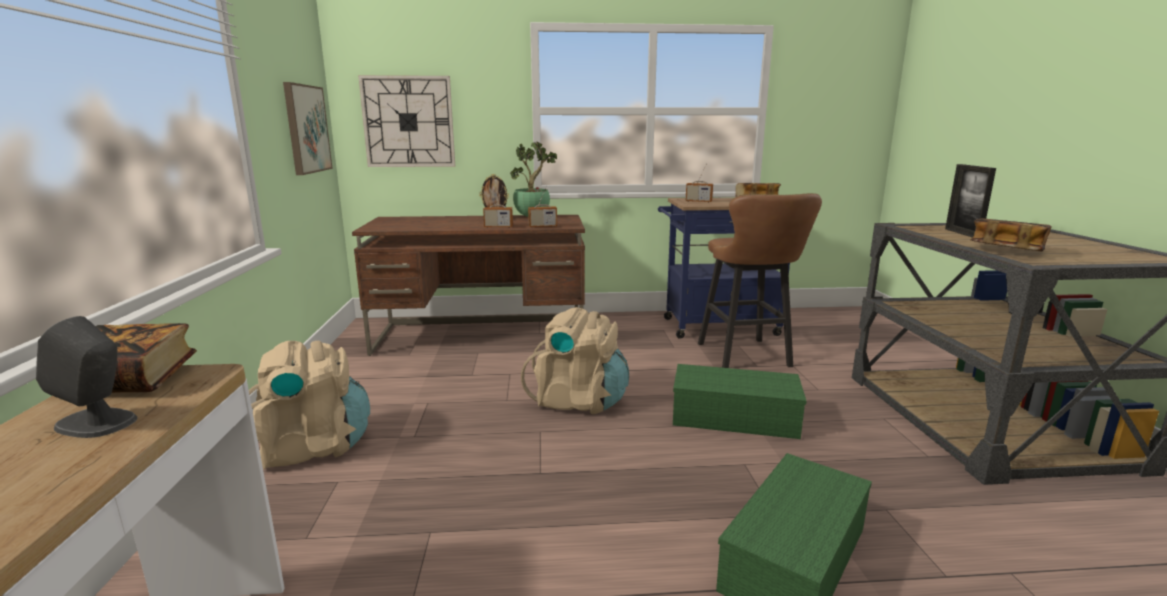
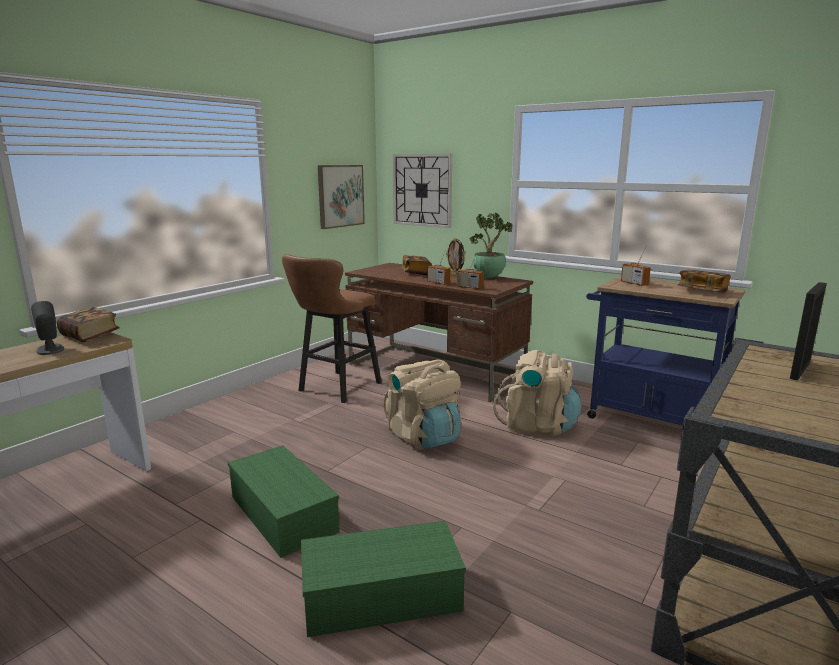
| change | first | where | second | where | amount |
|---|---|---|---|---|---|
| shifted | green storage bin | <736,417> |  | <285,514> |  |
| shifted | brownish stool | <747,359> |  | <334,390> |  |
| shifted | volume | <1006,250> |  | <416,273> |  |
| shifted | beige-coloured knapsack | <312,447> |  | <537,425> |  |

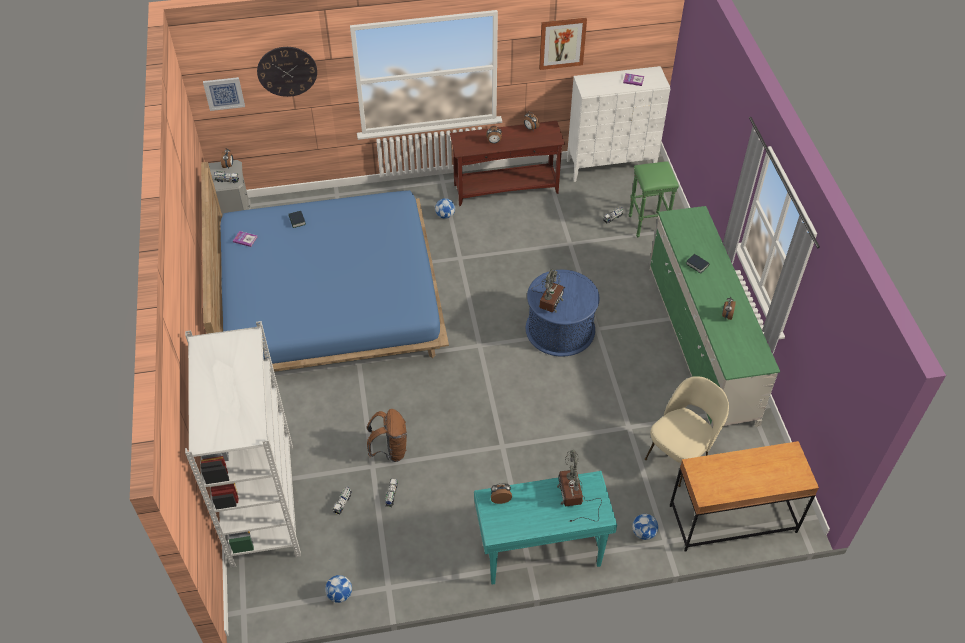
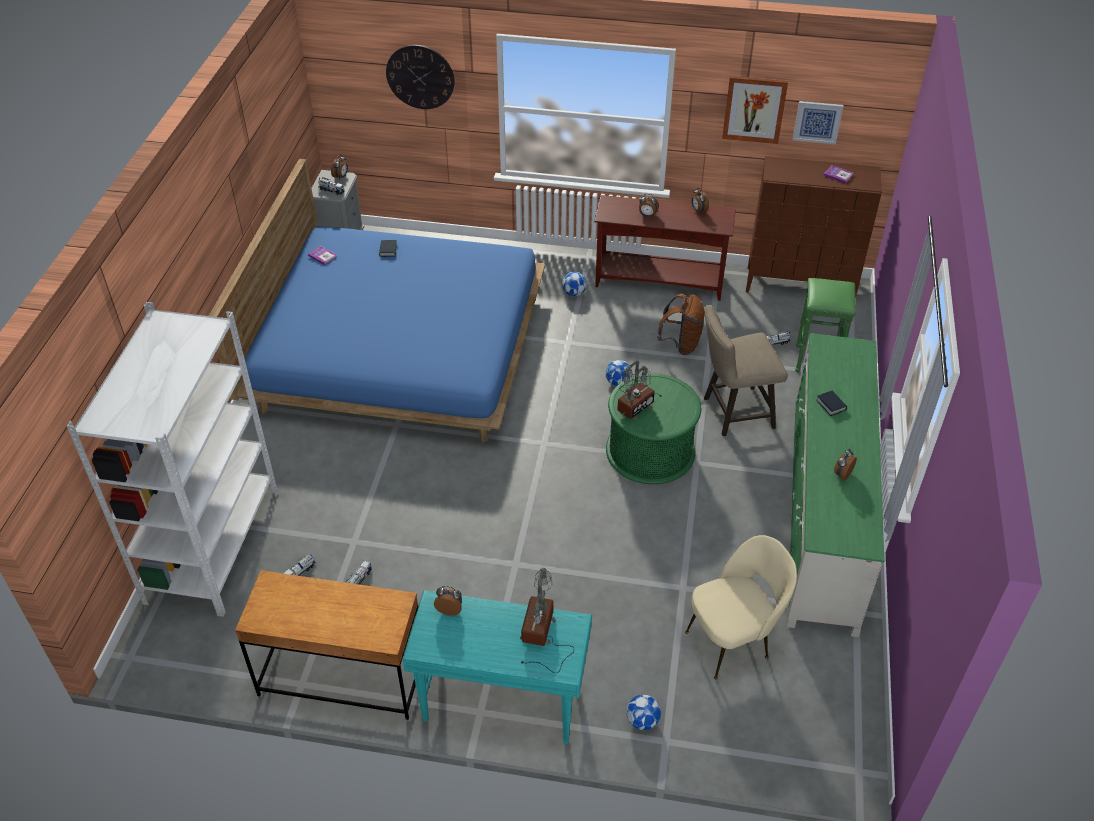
| change | first | where | second | where | amount |
|---|---|---|---|---|---|
| shifted | brownish desk table | <732,519> |  | <342,677> |  |
| shifted | football ball | <339,594> |  | <618,382> |  |
| repainted | bluish lounge table | <560,329> | green lounge table | <650,451> |  |
| shifted | brownish knapsack | <390,450> |  | <681,344> |  |
| new |  |  | beige-coloured stool | <733,413> |  |
| repainted | white dresser | <612,166> | brownish dresser | <800,286> |  |
| shifted | wall picture | <224,93> |  | <817,122> |  |

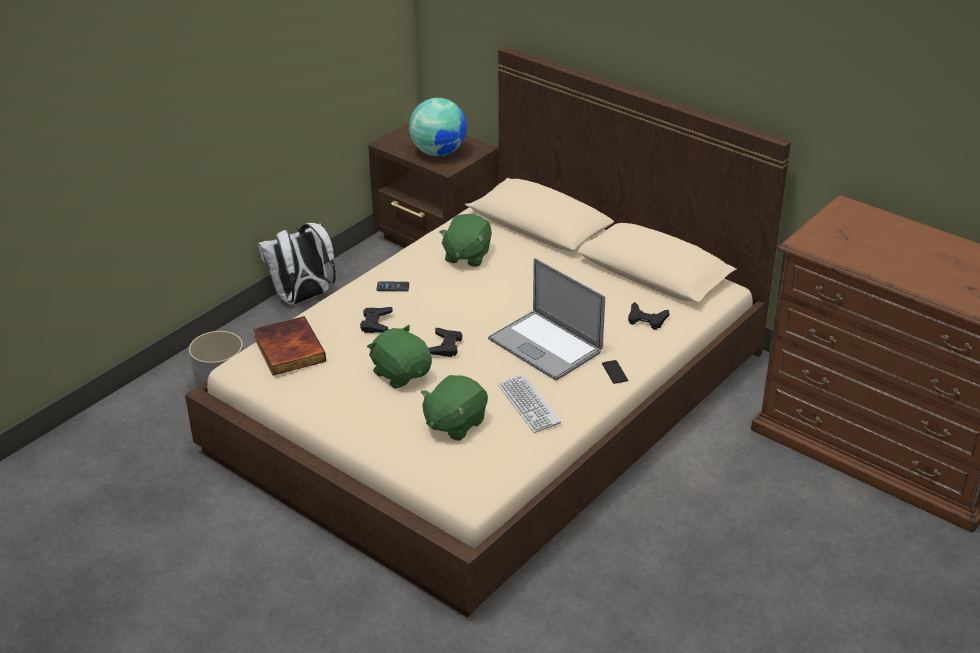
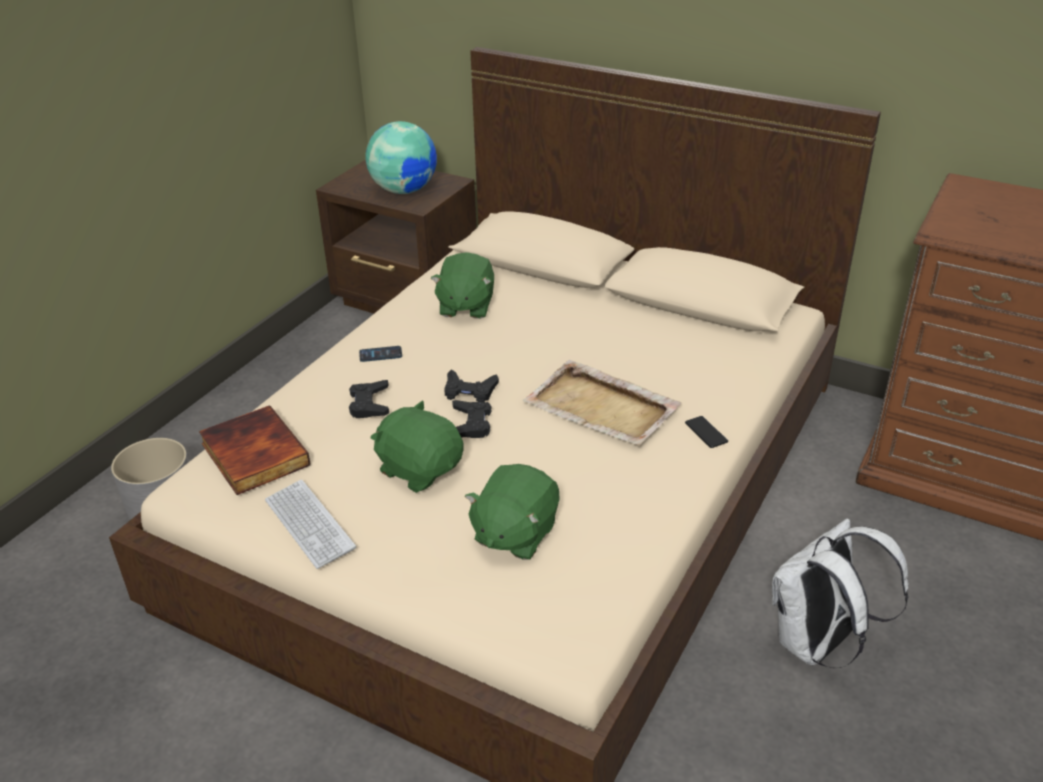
| change | first | where | second | where | amount |
|---|---|---|---|---|---|
| shifted | keyboard | <528,404> |  | <309,525> |  |
| shifted | black-coloured game controller | <646,319> |  | <469,391> |  |
| swapped | laptop | <545,345> | beige-coloured serving tray | <602,407> |  |
| shifted | white knapsack | <302,298> |  | <817,644> |  |

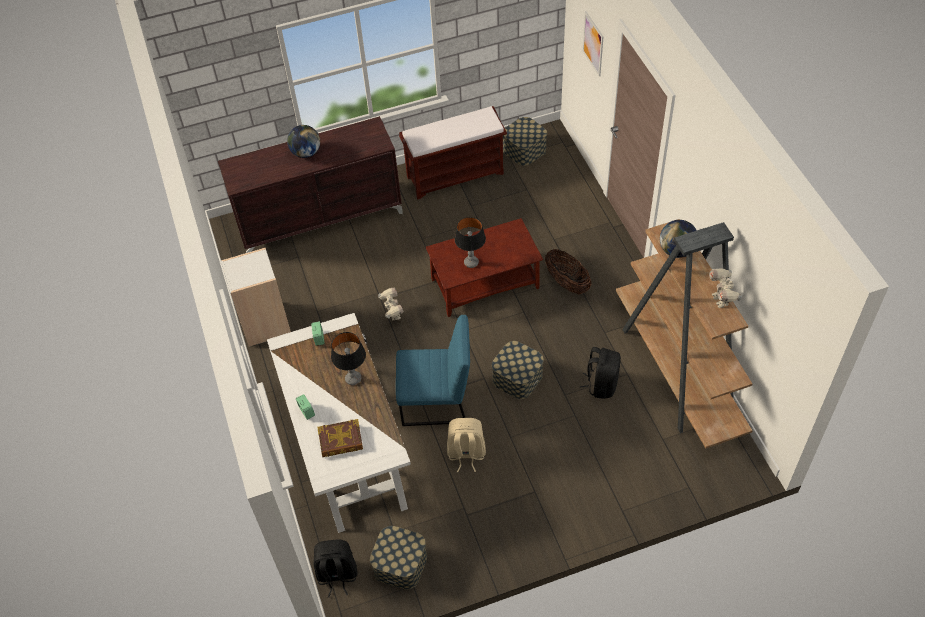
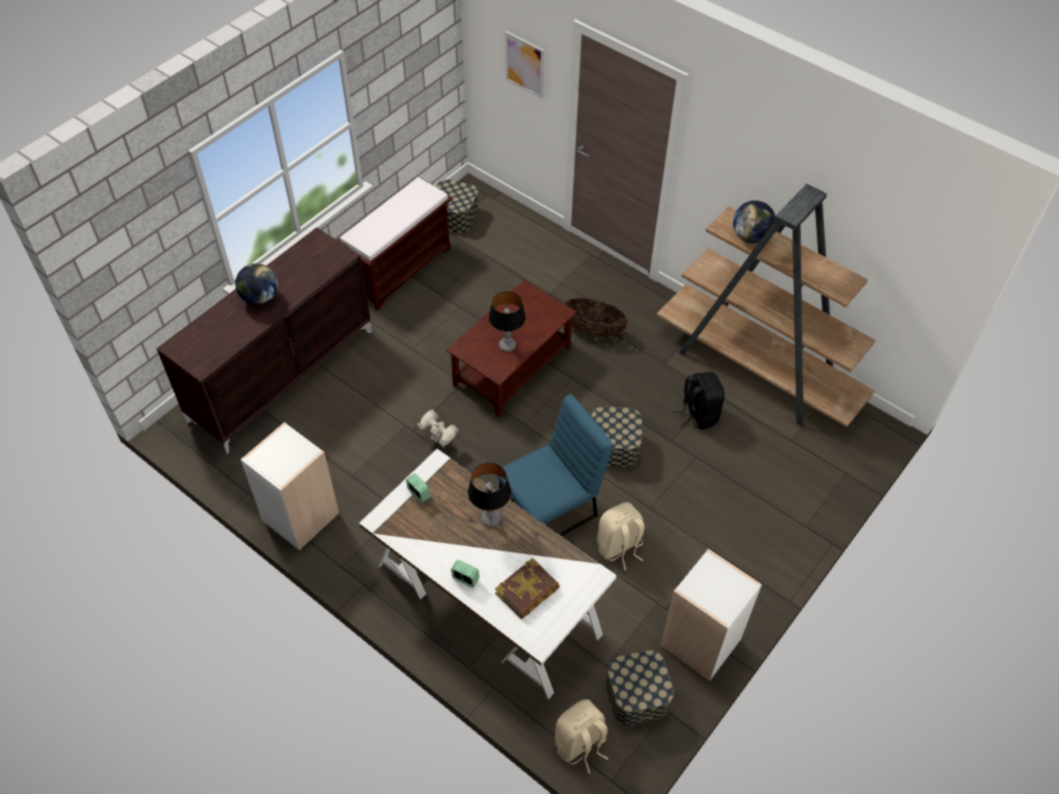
| change | first | where | second | where | amount |
|---|---|---|---|---|---|
| repainted | black-coloured knapsack | <337,575> | beige-coloured knapsack | <580,744> |  |
| new |  |  | bookshelf | <700,642> |  |
| gone | model robot | <721,300> |  |  |  |

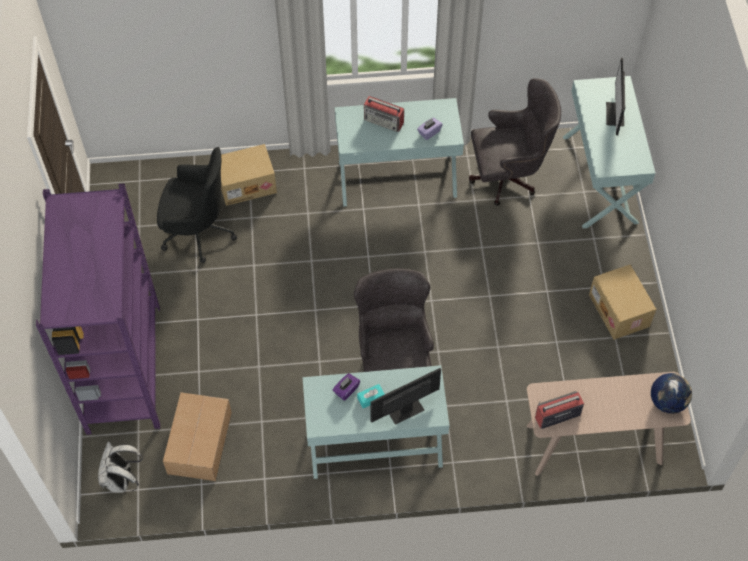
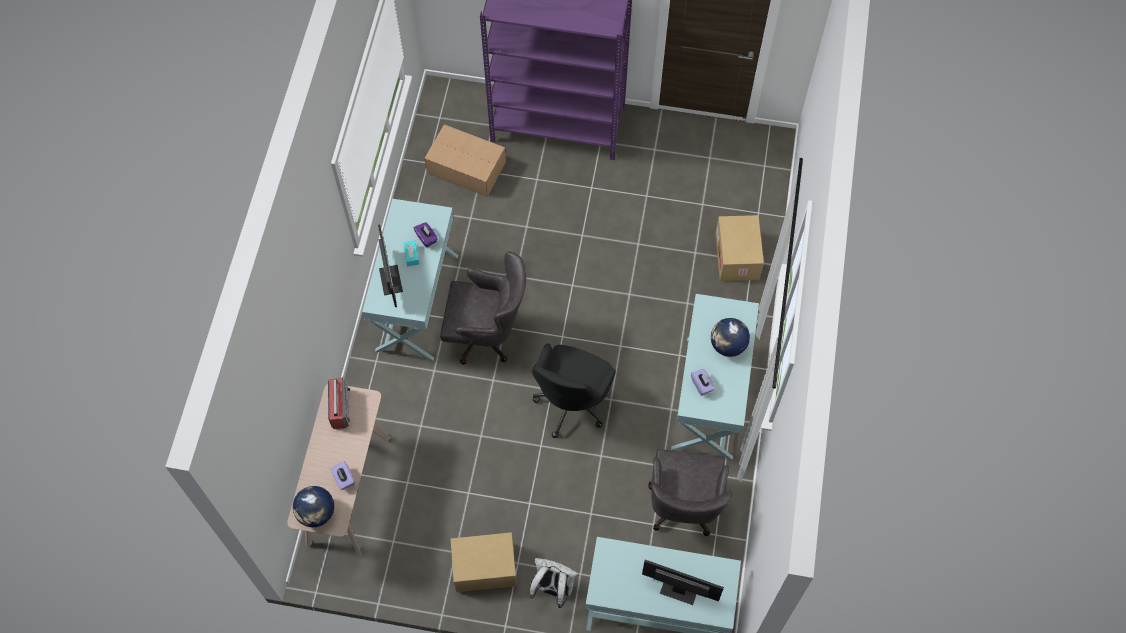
| change | first | where | second | where | amount |
|---|---|---|---|---|---|
| new |  |  | purple box of tissues | <344,479> |  |
| shifted | white knapsack | <122,480> |  | <553,588> |  |
| shifted | black-coloured office chair | <198,233> |  | <572,403> |  |
| swapped | radio | <384,121> | desk globe | <727,345> |  |

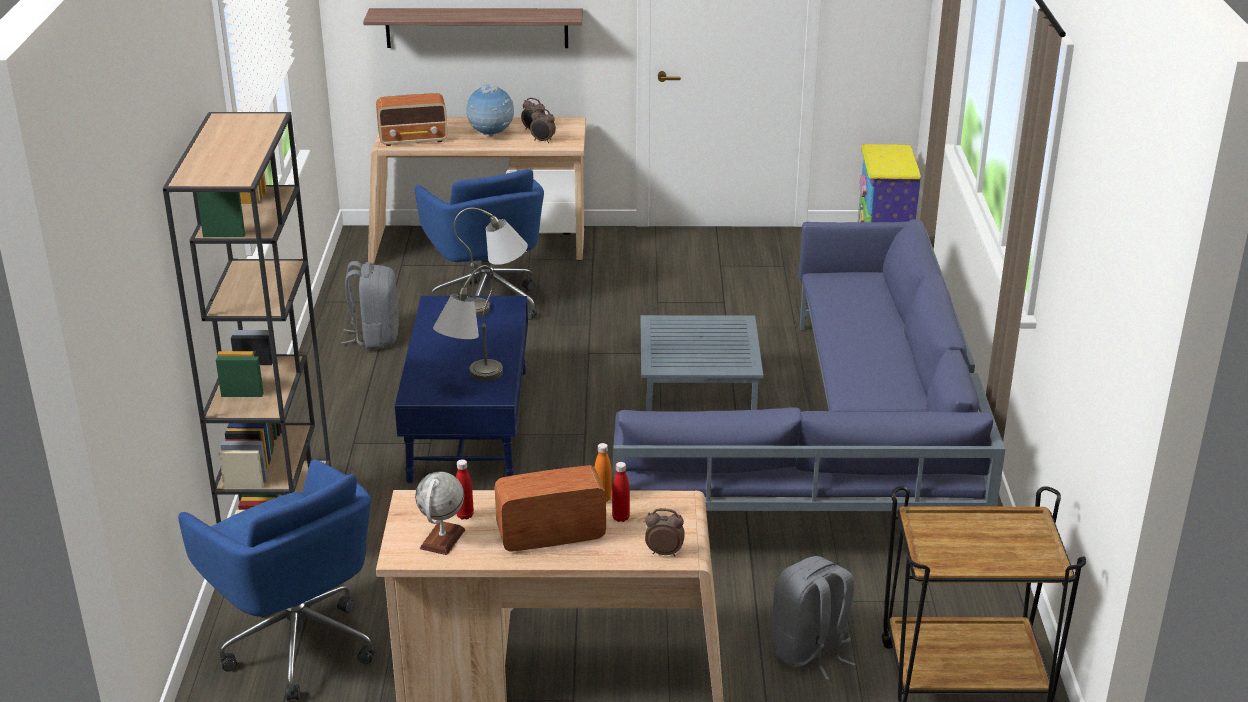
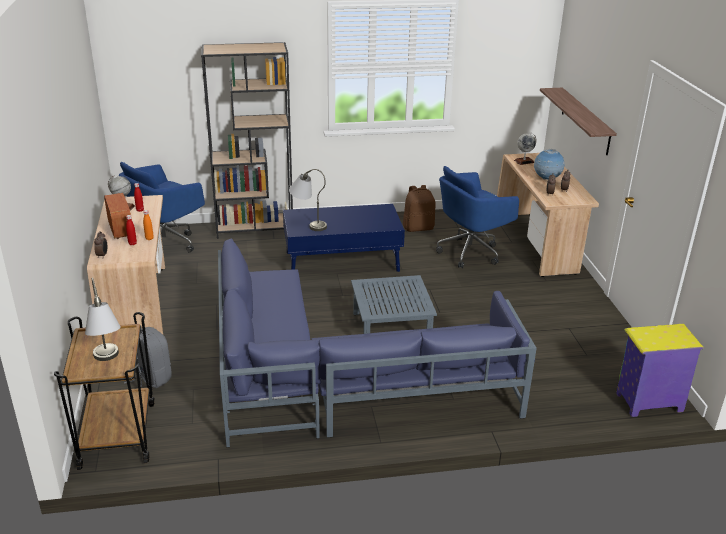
| change | first | where | second | where | amount |
|---|---|---|---|---|---|
| shifted | grey lamp for a table | <495,307> |  | <107,363> |  |
| repainted | grey knapsack | <375,337> | brownish knapsack | <418,228> |  |
| swapped | radio | <414,139> | desk globe | <524,161> |  |

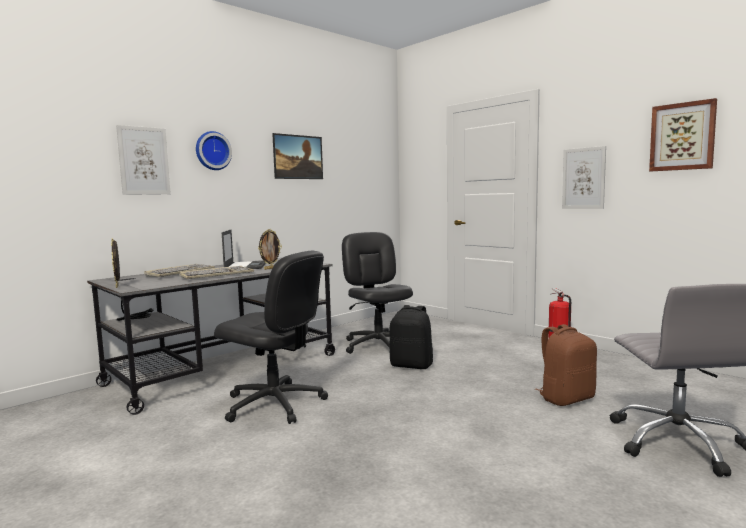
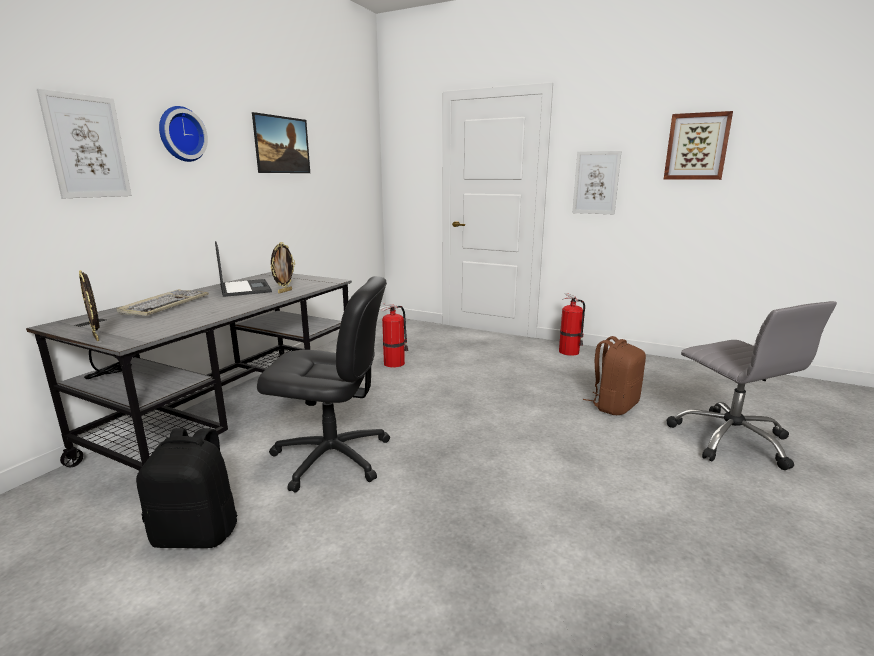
| change | first | where | second | where | amount |
|---|---|---|---|---|---|
| shifted | black-coloured knapsack | <411,365> |  | <198,533> |  |
| swapped | black-coloured office chair | <379,345> | extinguisher | <395,363> |  |
| gone | keyboard | <217,275> |  |  |  |

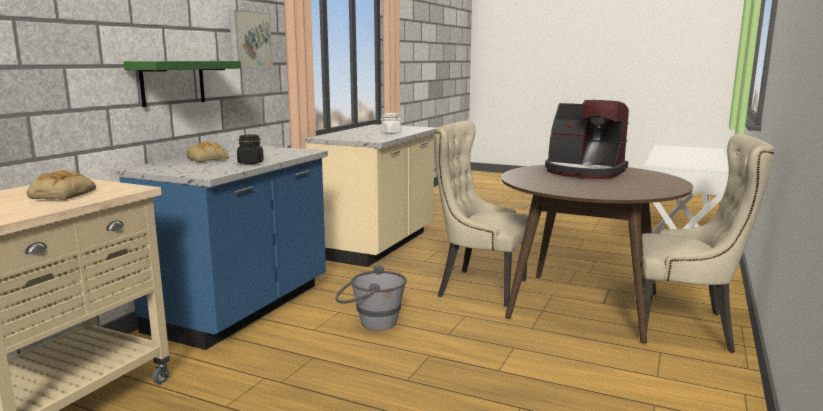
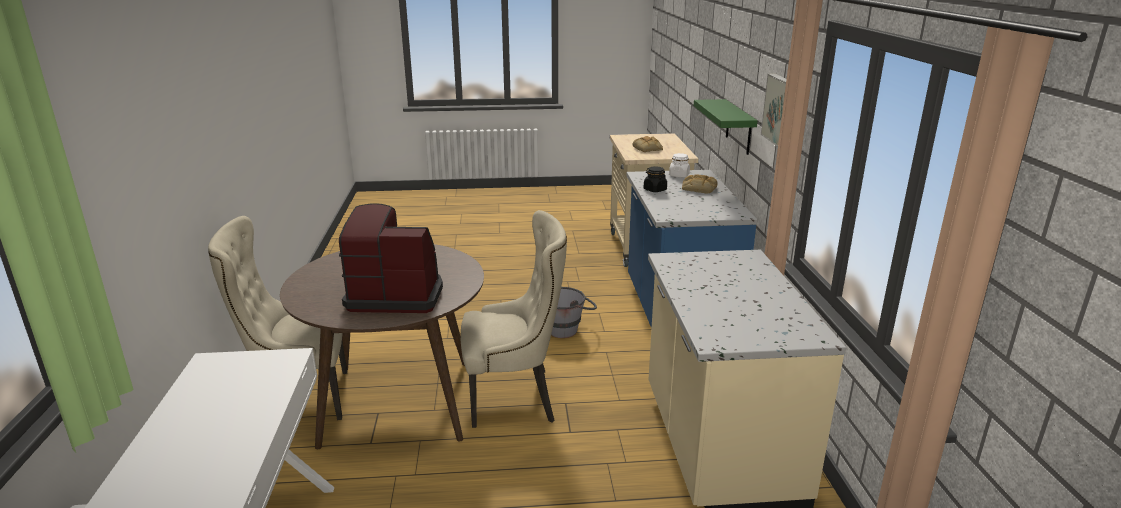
| change | first | where | second | where | amount |
|---|---|---|---|---|---|
| shifted | white jar | <390,133> |  | <679,175> |  |

